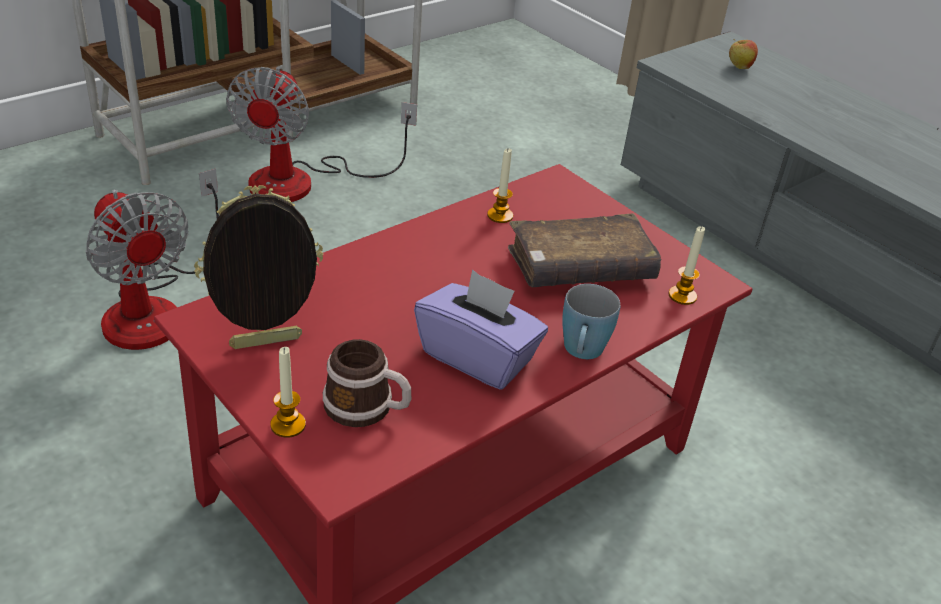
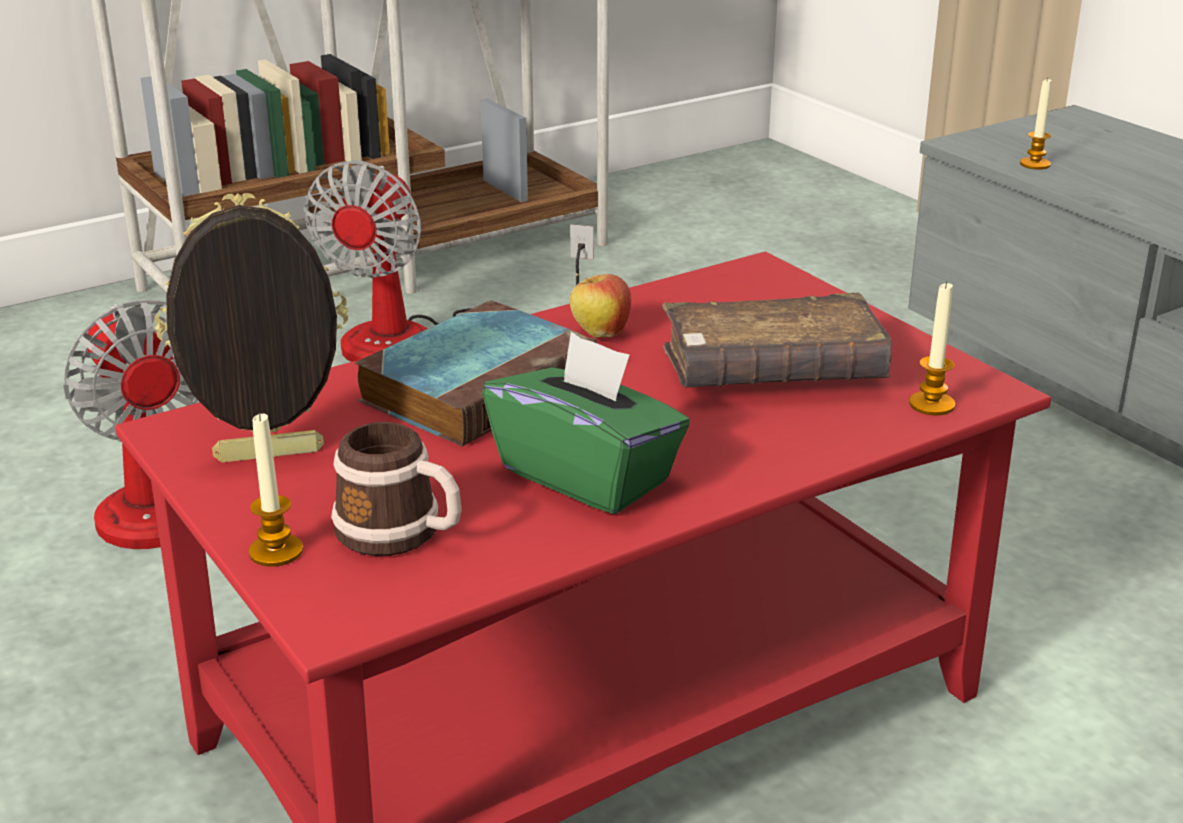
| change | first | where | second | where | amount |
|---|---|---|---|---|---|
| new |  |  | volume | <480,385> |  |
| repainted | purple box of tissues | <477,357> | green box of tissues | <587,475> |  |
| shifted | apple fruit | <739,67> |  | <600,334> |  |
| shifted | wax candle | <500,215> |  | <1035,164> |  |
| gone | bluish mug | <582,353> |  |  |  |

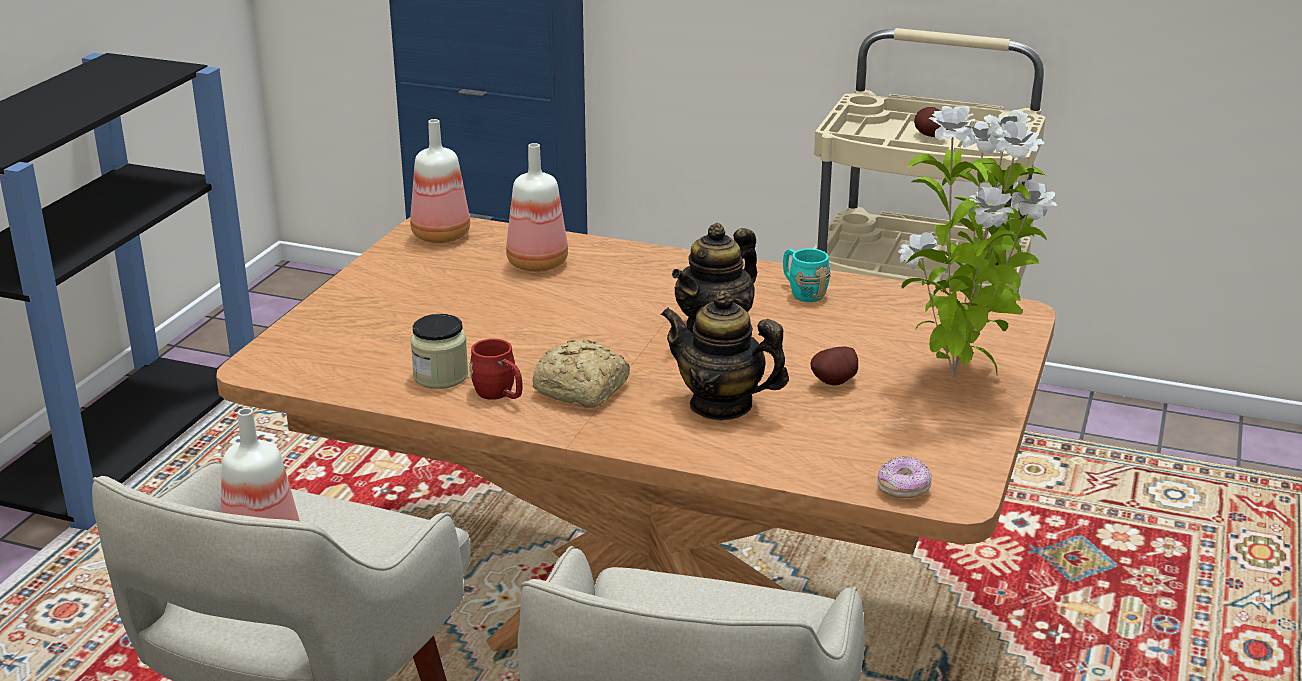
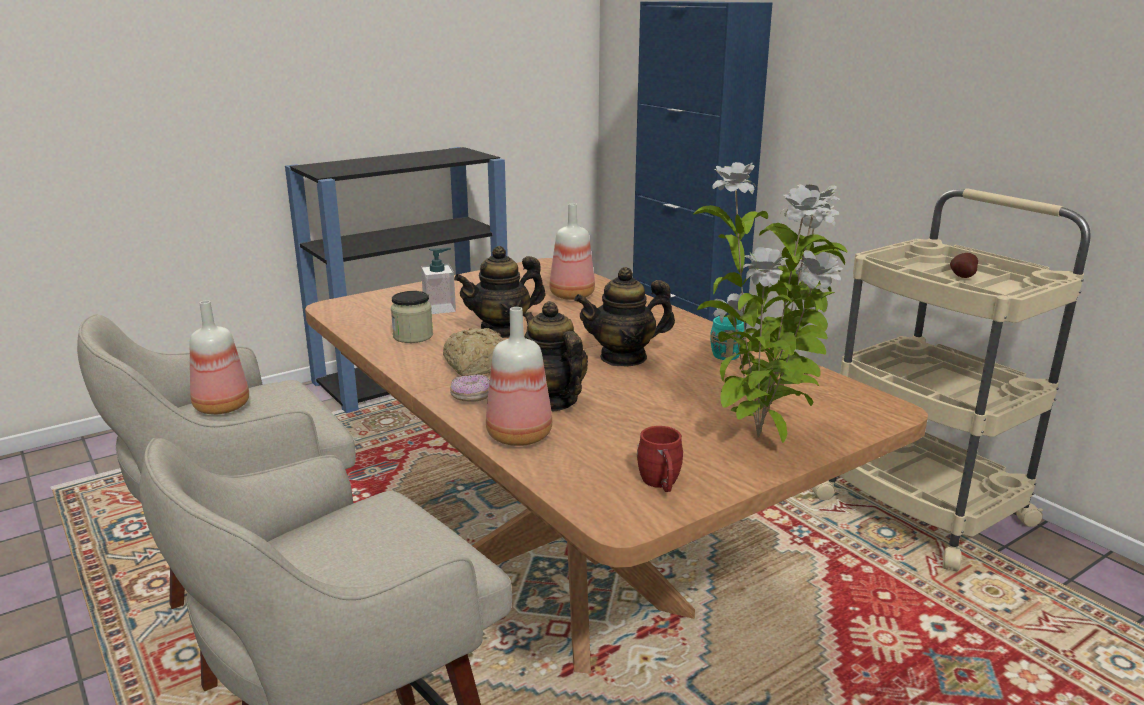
| change | first | where | second | where | amount |
|---|---|---|---|---|---|
| new |  |  | liquid soap bottle | <439,308> |  |
| shifted | ring doughnut | <903,489> |  | <471,397> |  |
| new |  |  | tea pot | <502,330> |  |
| shifted | beverage bottle | <439,235> |  | <518,435> |  |
| shifted | red mug | <500,395> |  | <661,484> |  |
| gone | whole potato | <836,383> |  |  |  |

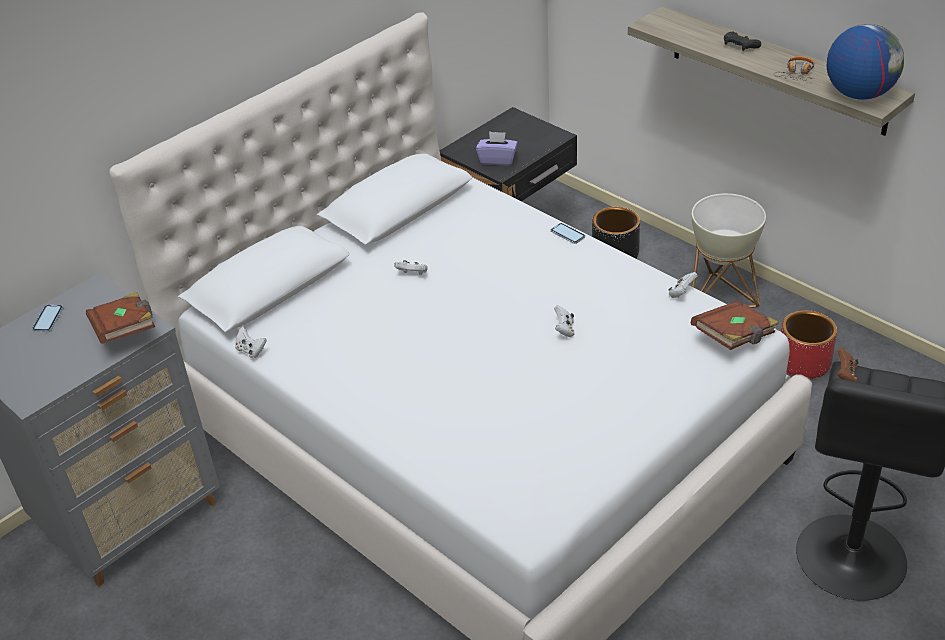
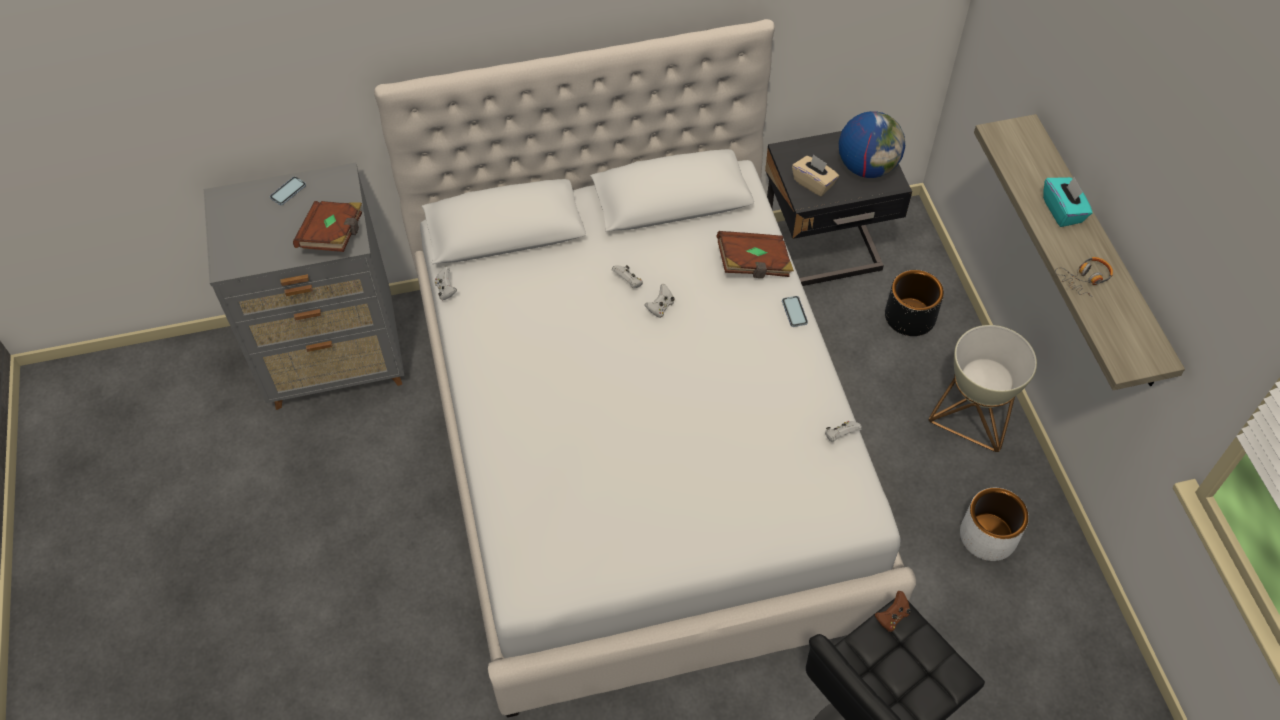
| change | first | where | second | where | amount |
|---|---|---|---|---|---|
| shifted | white game controller | <564,329> |  | <660,307> |  |
| shifted | brownish volume | <734,338> |  | <753,264> |  |
| repainted | purple box of tissues | <497,160> | beige-coloured box of tissues | <813,183> |  |
| shifted | desk globe | <859,94> |  | <867,167> |  |
| repainted | red plant pot | <803,363> | white plant pot | <987,536> |  |
| swapped | black-coloured game controller | <740,46> | turquoise box of tissues | <1063,211> |  |

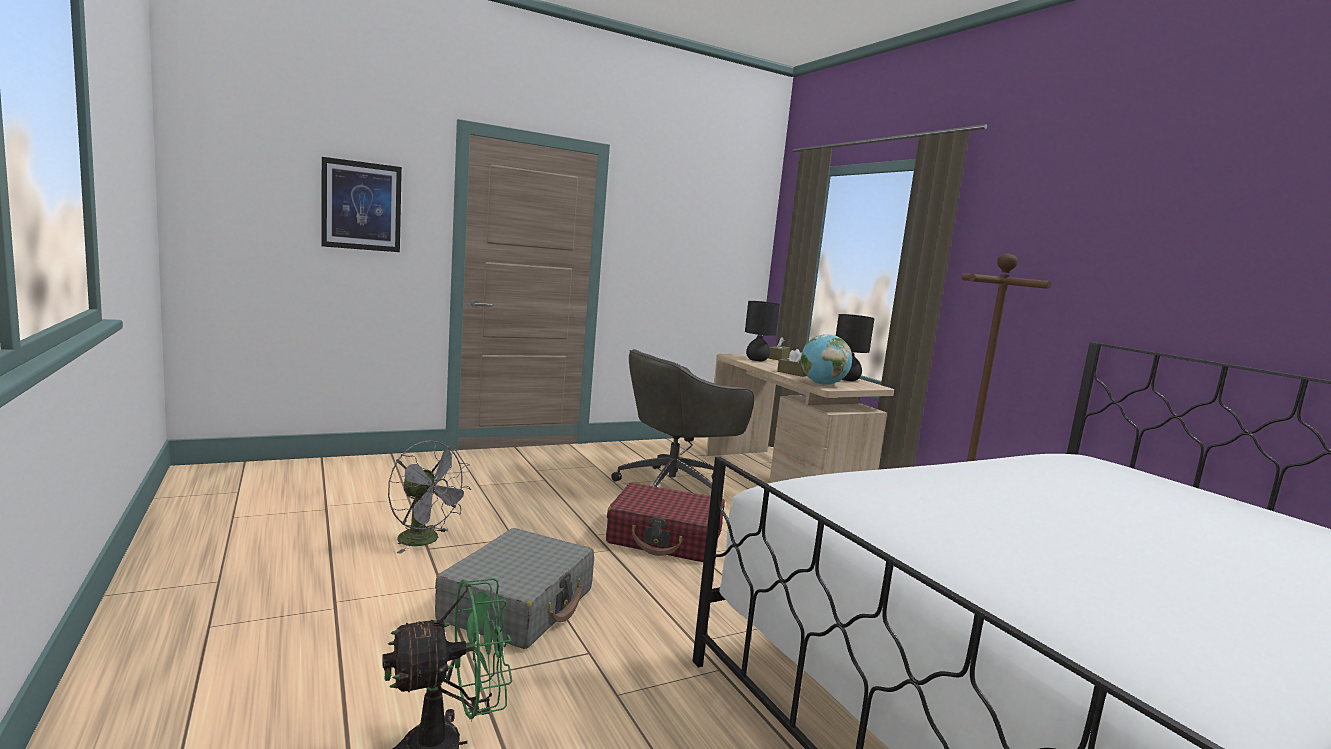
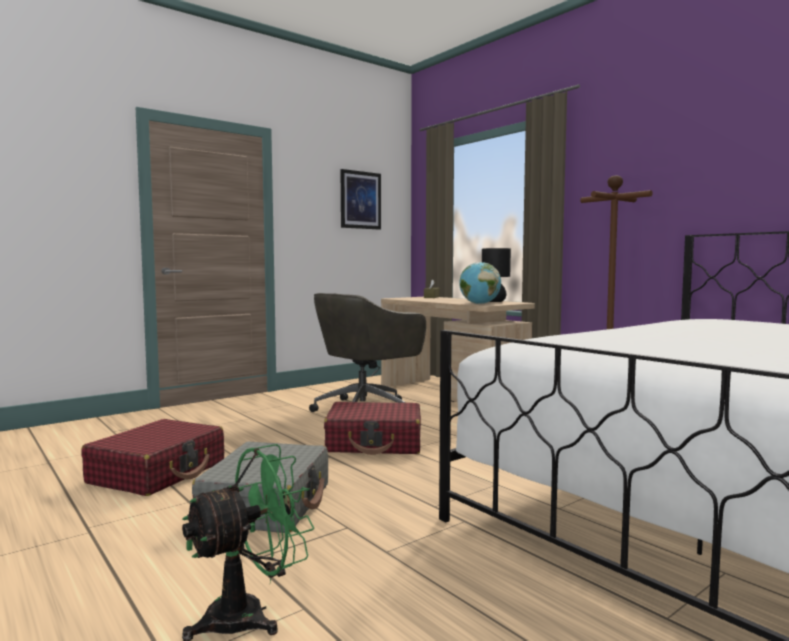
| change | first | where | second | where | amount |
|---|---|---|---|---|---|
| swapped | grey electric fan | <425,541> | red piece of luggage | <158,472> |  |
| shifted | wall picture | <361,206> |  | <360,200> |  |
| gone | black-coloured lamp for a table | <757,360> |  |  |  |
| gone | brownish box of tissues | <793,373> |  |  |  |

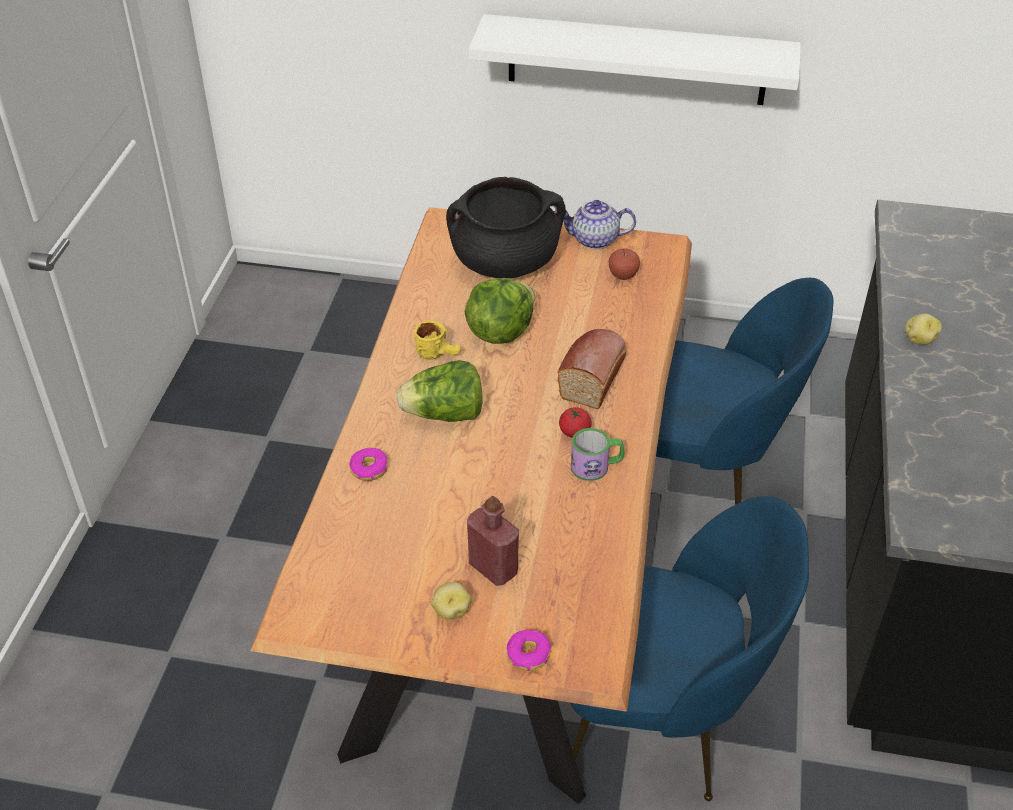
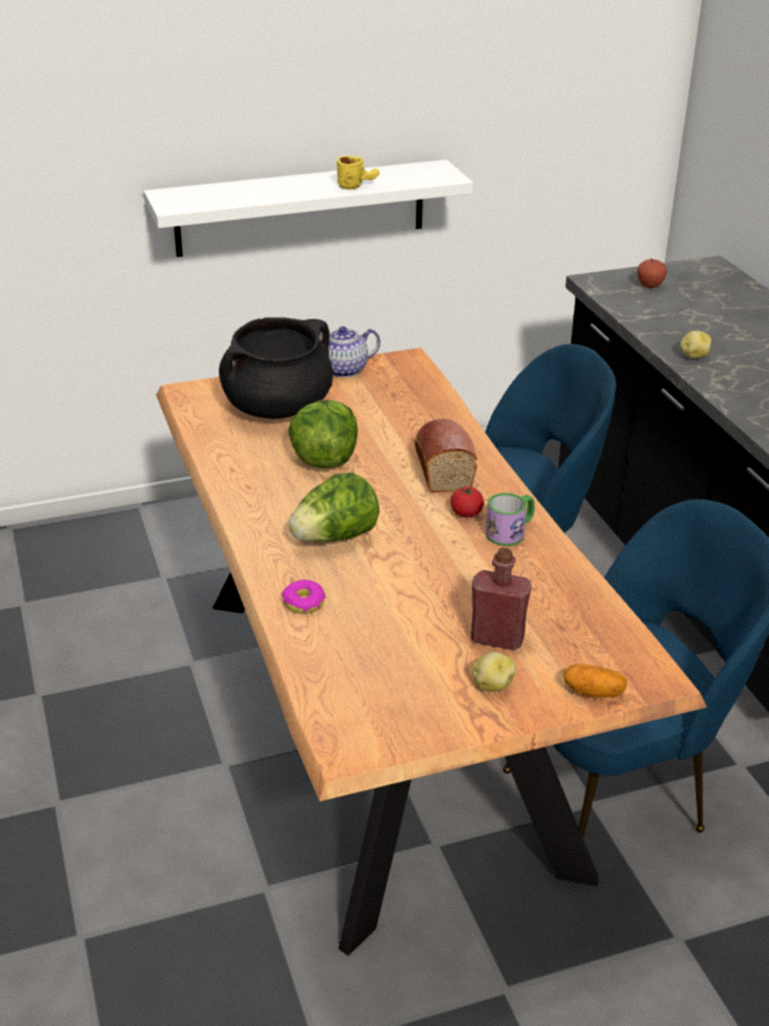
| change | first | where | second | where | amount |
|---|---|---|---|---|---|
| shifted | yellow-coloured mug | <439,354> |  | <357,185> |  |
| swapped | ring doughnut | <528,654> | whole potato | <593,692> |  |
| shifted | apple fruit | <623,275> |  | <649,285> |  |

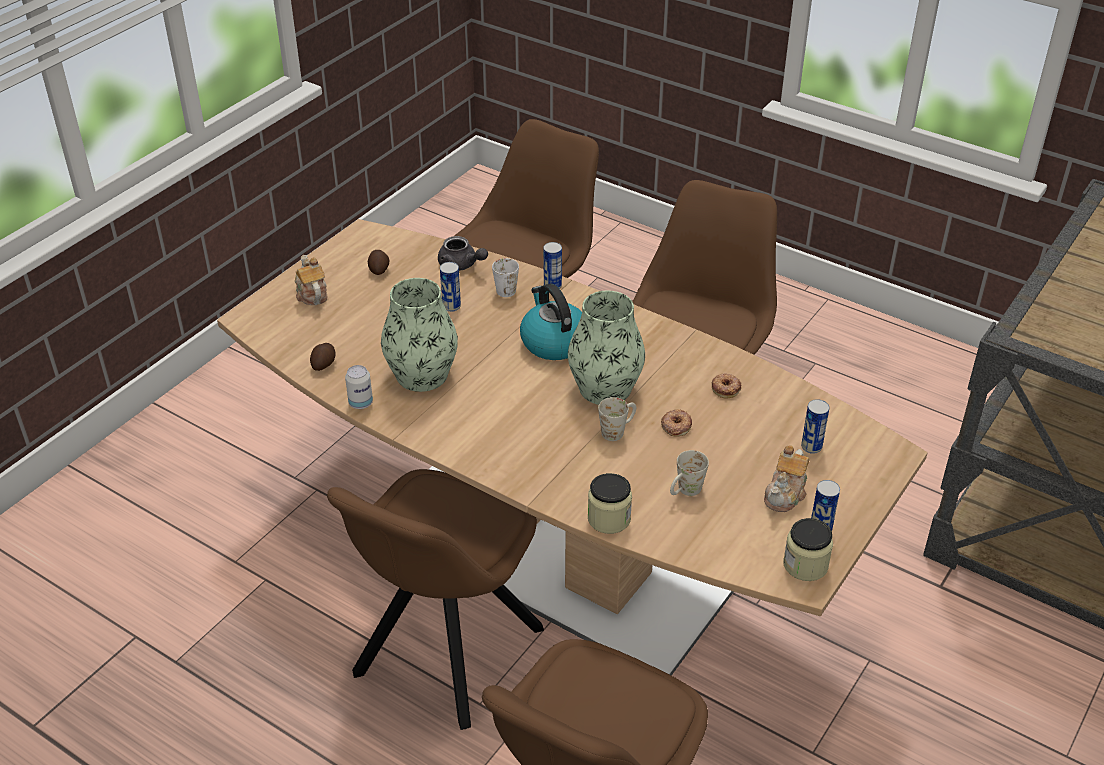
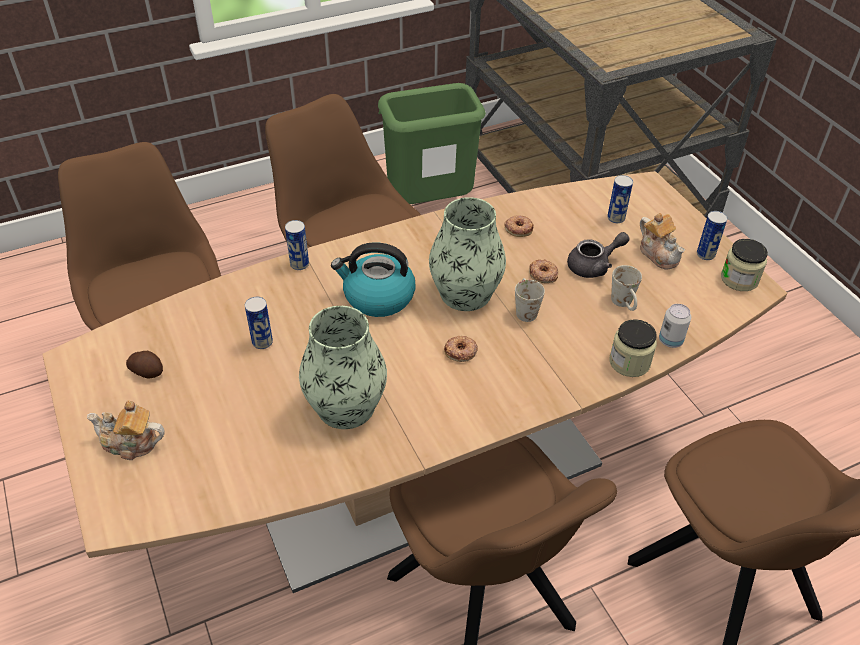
| change | first | where | second | where | amount |
|---|---|---|---|---|---|
| new |  |  | green rubbish bin | <430,205> |  |
| new |  |  | ring doughnut | <461,351> |  |
| shifted | grey tea pot | <461,265> |  | <594,266> |  |
| shifted | can | <360,403> |  | <670,341> |  |
| gone | whole potato | <324,363> |  |  |  |
| gone | white mug | <504,287> |  |  |  |

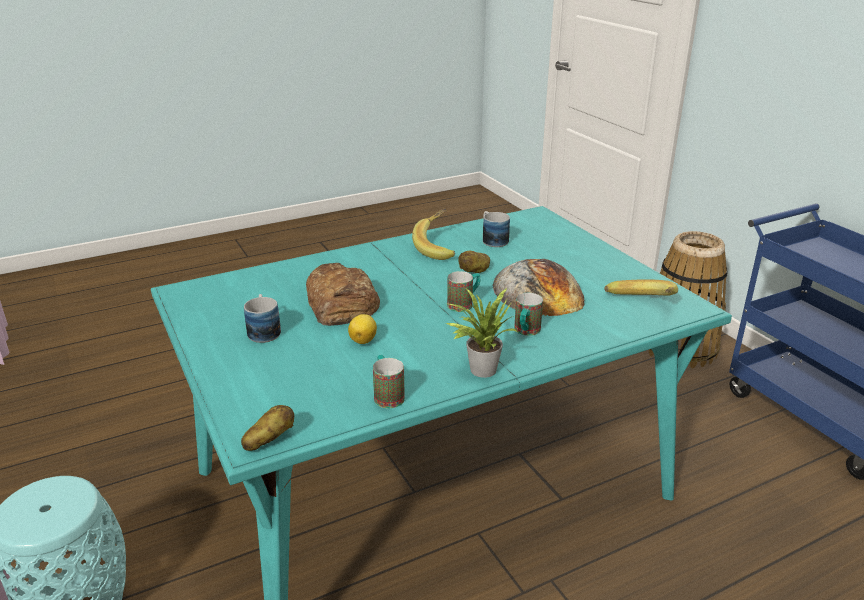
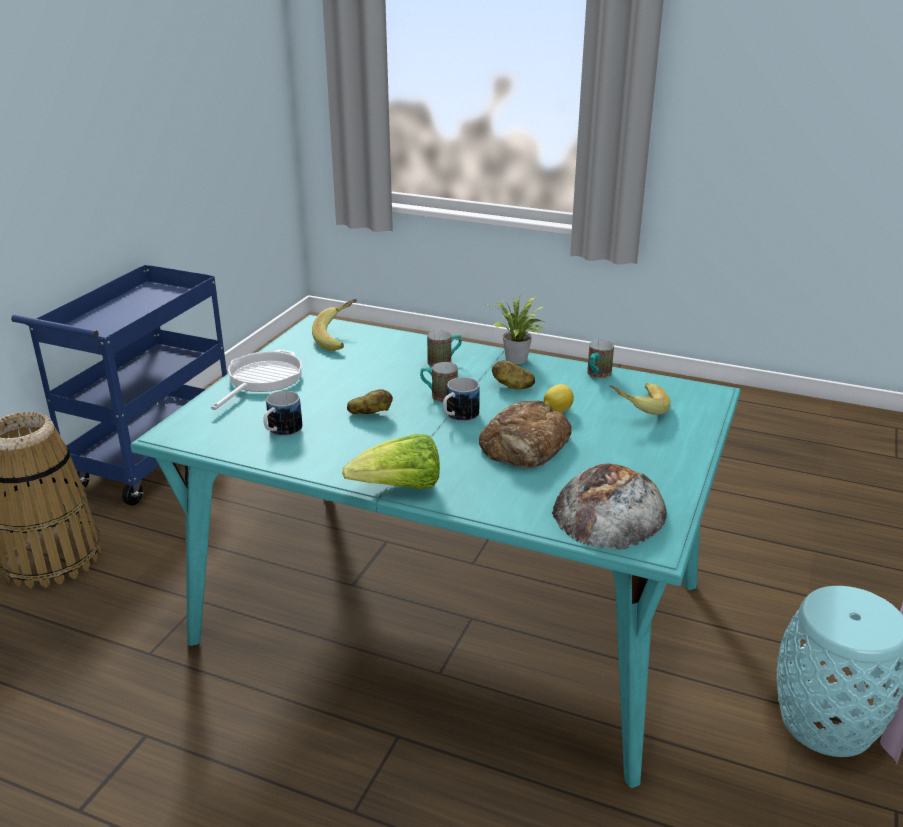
| change | first | where | second | where | amount |
|---|---|---|---|---|---|
| new |  |  | frying pan | <262,379> |  |
| new |  |  | lettuce head | <400,488> |  |
| shifted | mug | <264,330> |  | <458,417> |  |
| shifted | whole potato | <269,440> |  | <512,386> |  |
| shifted | bread | <537,291> |  | <609,510> |  |
| shifted | banana | <439,248> |  | <636,409> |  |

